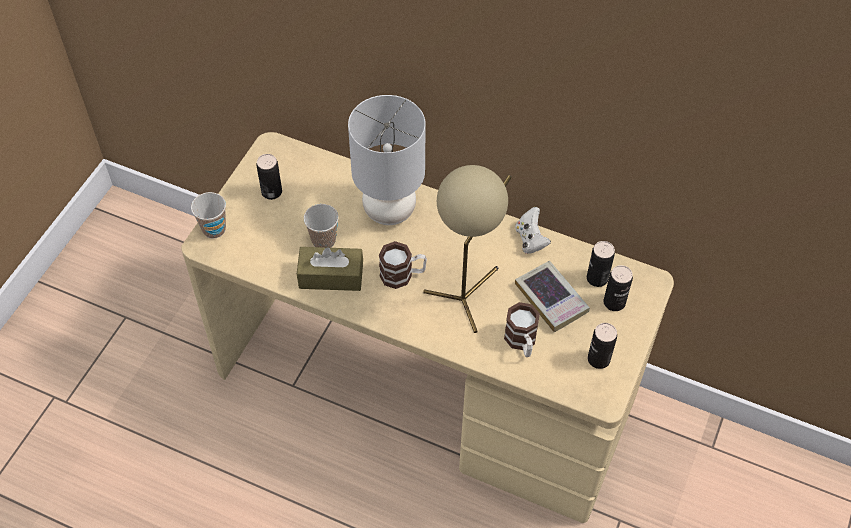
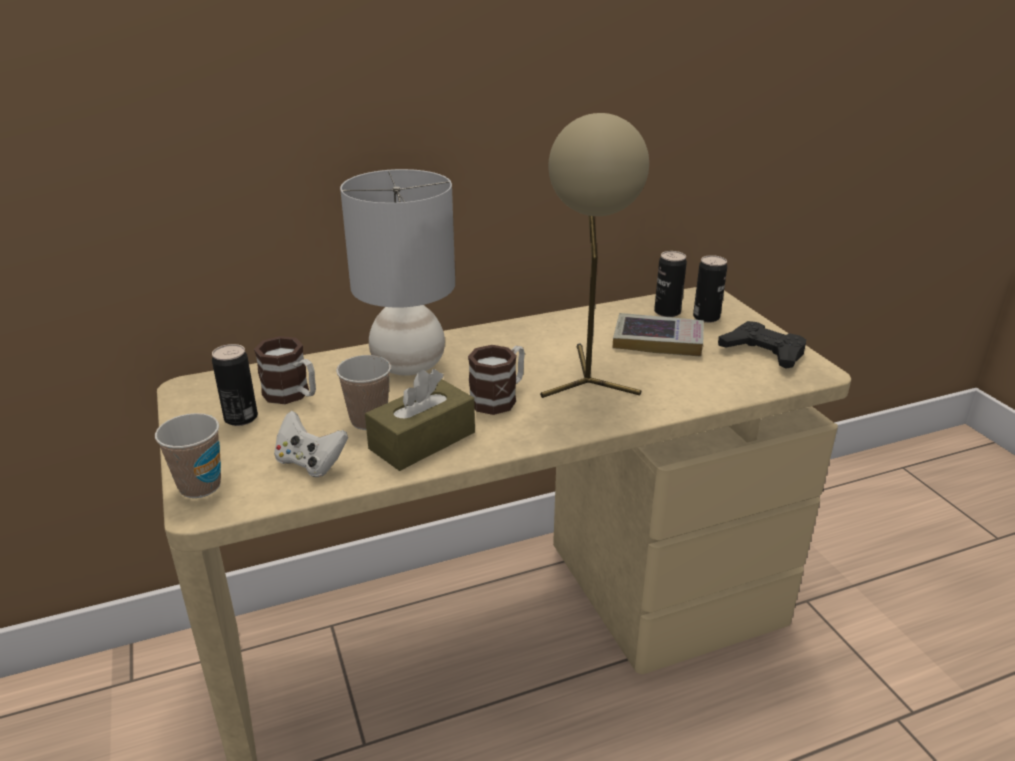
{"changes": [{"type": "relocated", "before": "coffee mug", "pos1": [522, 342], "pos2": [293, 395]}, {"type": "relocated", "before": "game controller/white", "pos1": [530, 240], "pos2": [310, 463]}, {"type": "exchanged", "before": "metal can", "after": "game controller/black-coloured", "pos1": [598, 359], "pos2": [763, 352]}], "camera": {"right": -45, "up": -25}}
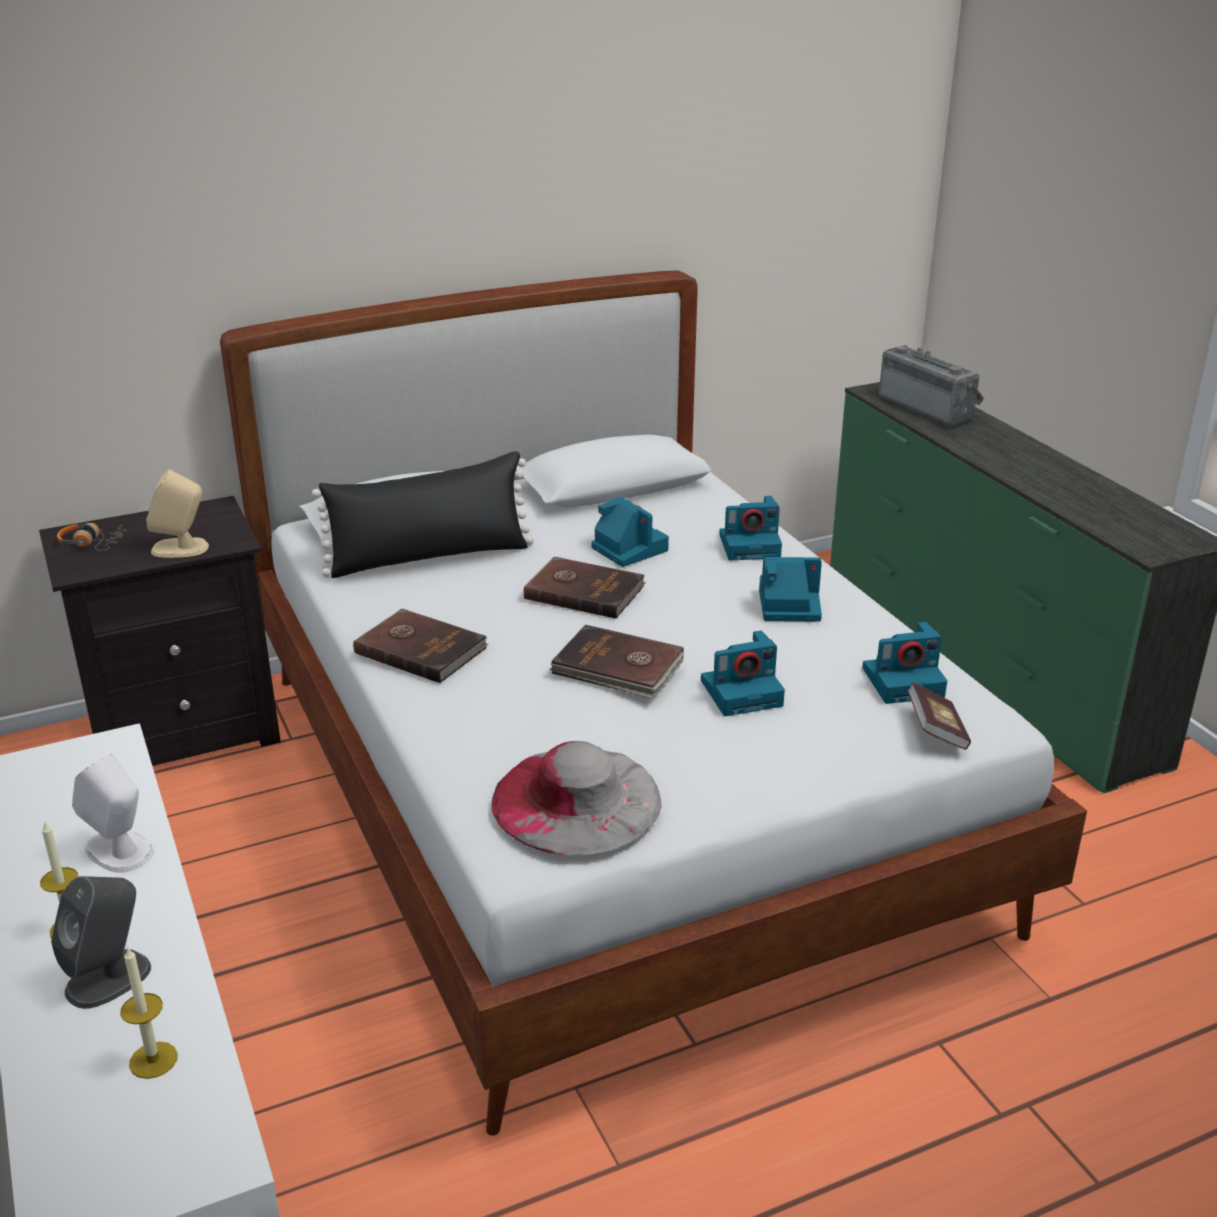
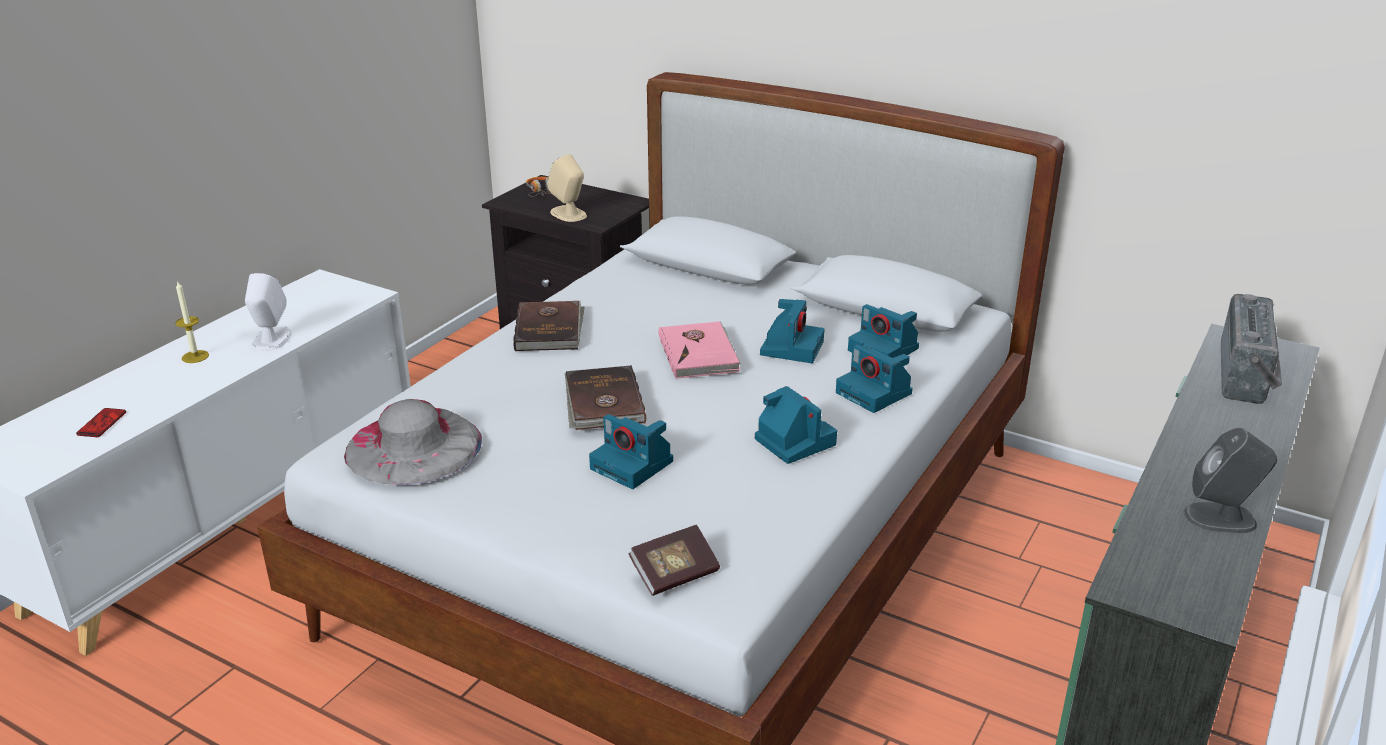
{"changes": [{"type": "missing", "before": "pillow/black-coloured", "pos1": [429, 557]}, {"type": "relocated", "before": "speaker/greyish", "pos1": [109, 978], "pos2": [1221, 518]}, {"type": "relocated", "before": "photo camera", "pos1": [904, 681], "pos2": [885, 350]}, {"type": "exchanged", "before": "wax light", "after": "phone", "pos1": [153, 1060], "pos2": [102, 423]}, {"type": "colour", "before": "volume/brownish", "after": "volume/pinkish", "pos1": [584, 591], "pos2": [699, 353]}], "camera": {"right": 55, "up": 0}}
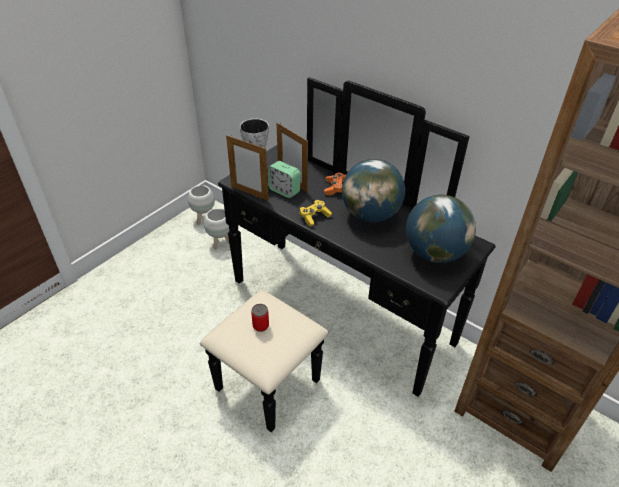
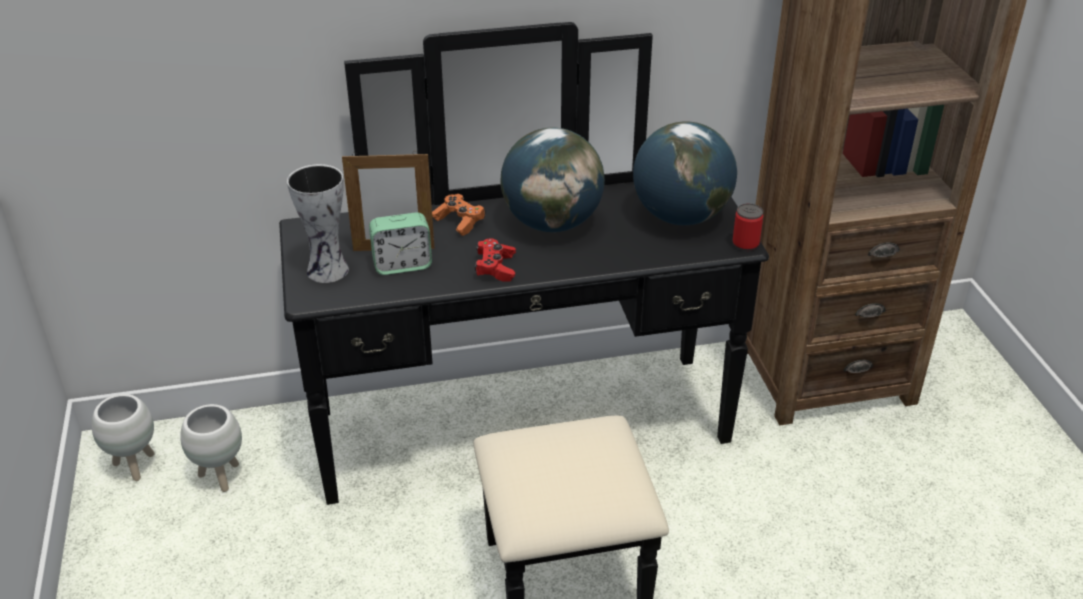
{"changes": [{"type": "missing", "before": "photo frame", "pos1": [249, 193]}, {"type": "relocated", "before": "metal can", "pos1": [260, 325], "pos2": [745, 244]}, {"type": "colour", "before": "game controller/yellowish", "after": "game controller/red-coloured", "pos1": [314, 217], "pos2": [495, 268]}], "camera": {"right": -50, "up": -5}}
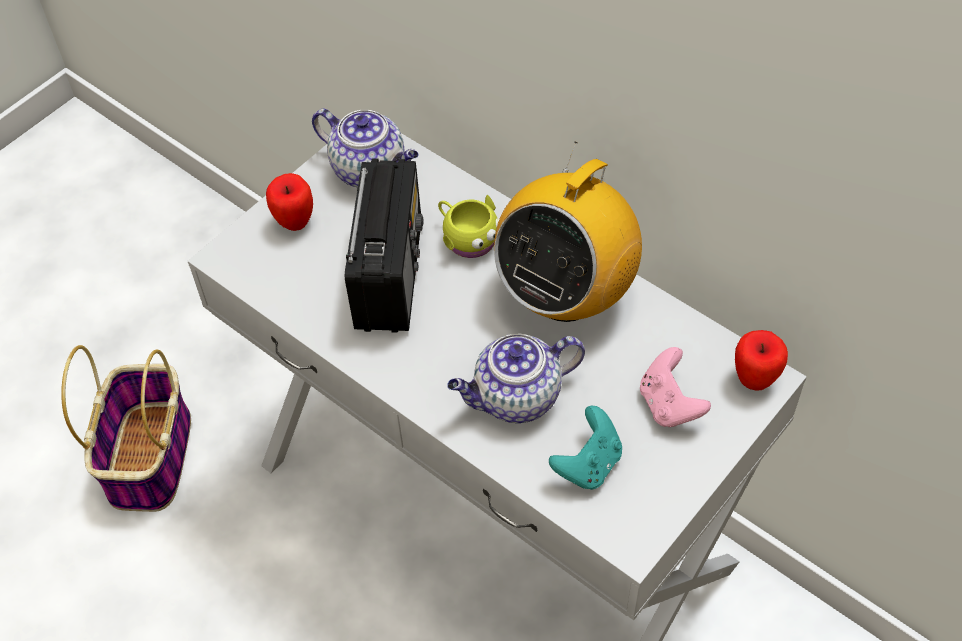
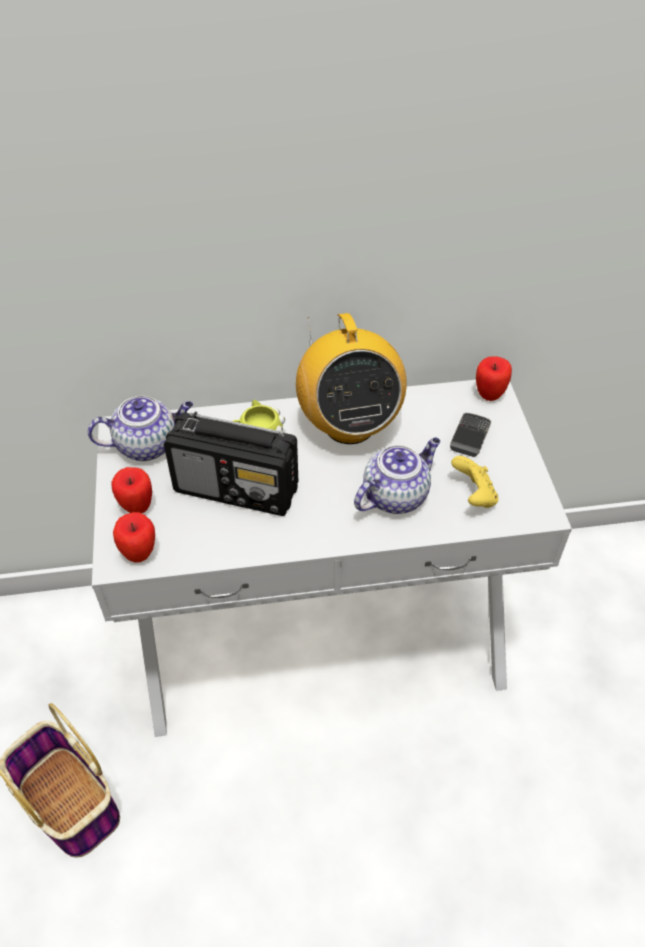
{"changes": [{"type": "appeared", "after": "whole apple", "pos2": [140, 554]}, {"type": "exchanged", "before": "game controller/pinkish", "after": "phone", "pos1": [669, 404], "pos2": [470, 436]}, {"type": "colour", "before": "game controller/turquoise", "after": "game controller/yellowish", "pos1": [588, 464], "pos2": [474, 495]}, {"type": "spun", "before": "radio receiver", "pos1": [389, 273], "pos2": [237, 489], "turn": 150}, {"type": "spun", "before": "tea pot", "pos1": [516, 398], "pos2": [395, 495], "turn": -150}], "camera": {"right": -50, "up": -5}}
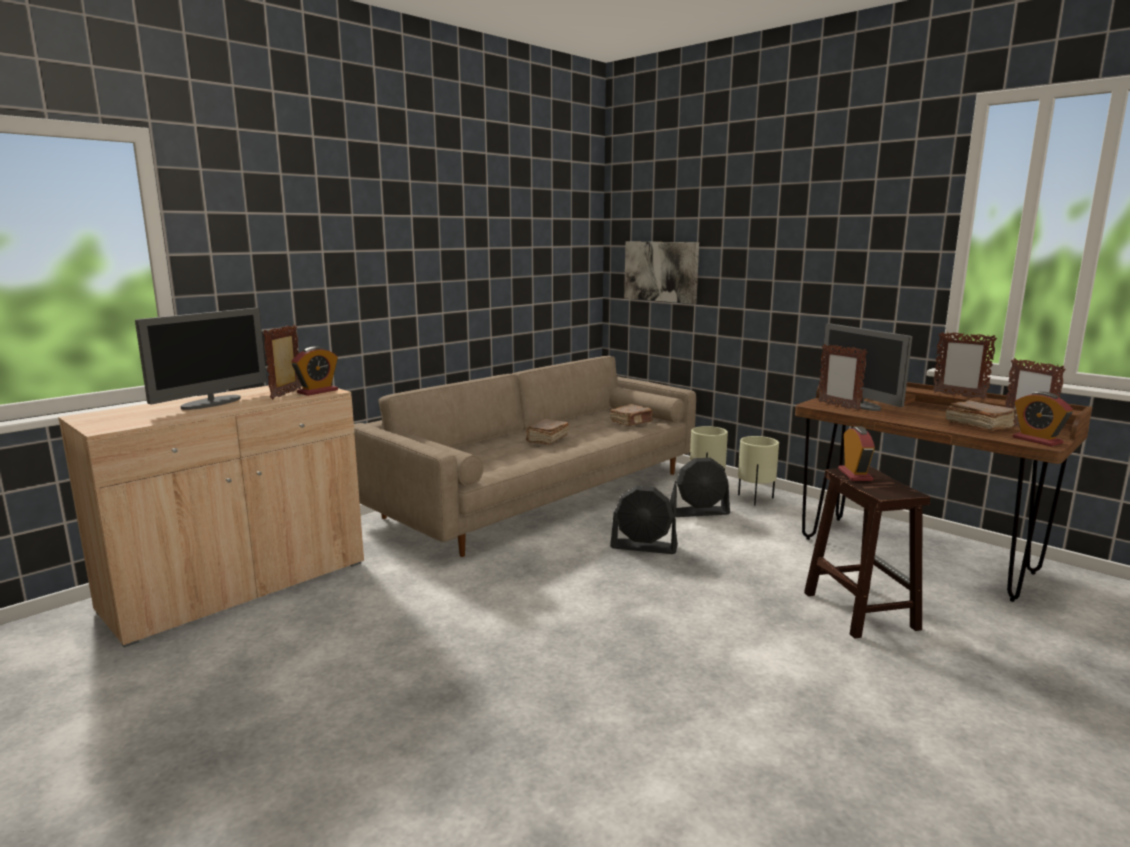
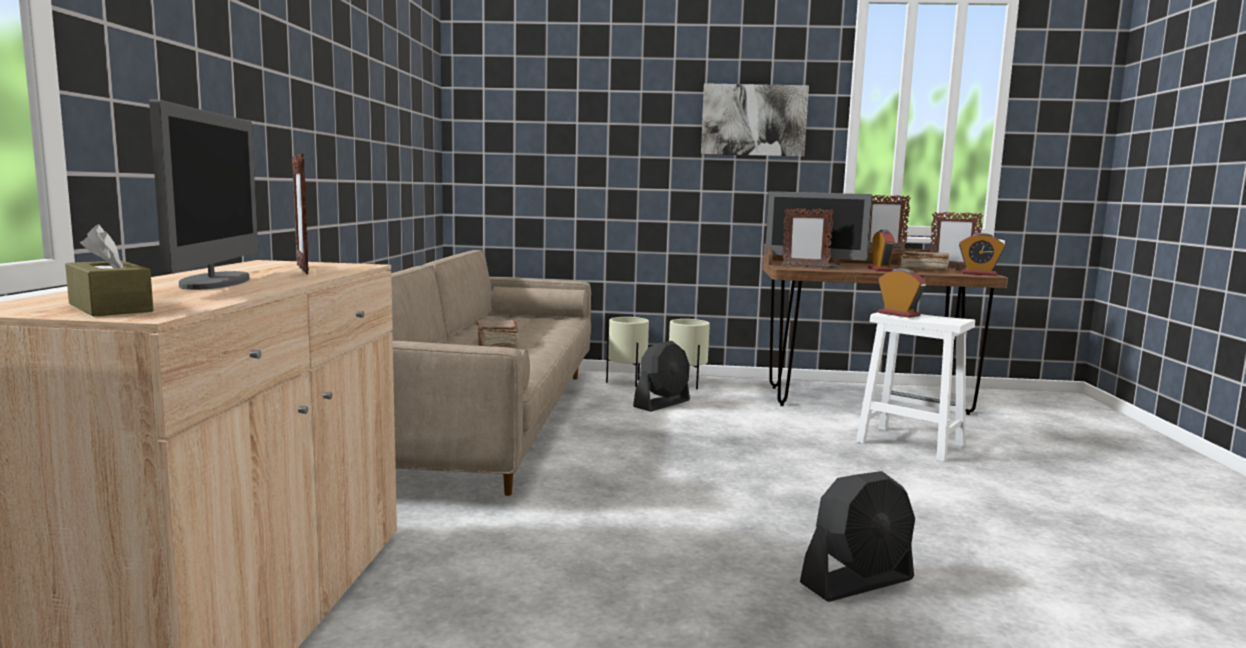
{"changes": [{"type": "missing", "before": "volume/brownish", "pos1": [631, 422]}, {"type": "appeared", "after": "tissue holder/brownish", "pos2": [110, 307]}, {"type": "relocated", "before": "table clock", "pos1": [317, 391], "pos2": [880, 269]}, {"type": "relocated", "before": "cooling fan/black-coloured", "pos1": [644, 547], "pos2": [858, 582]}, {"type": "relocated", "before": "wall picture", "pos1": [661, 271], "pos2": [753, 120]}, {"type": "colour", "before": "stool/brownish", "after": "stool/white", "pos1": [858, 610], "pos2": [908, 443]}], "camera": {"right": -40, "up": -5}}
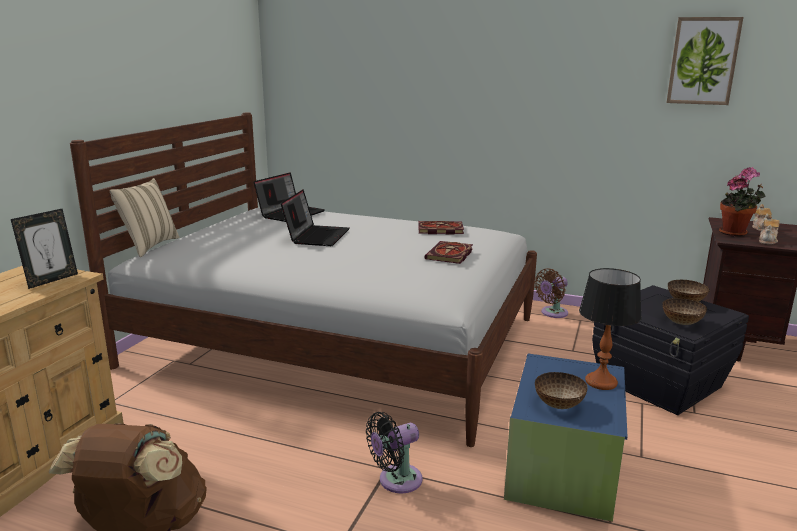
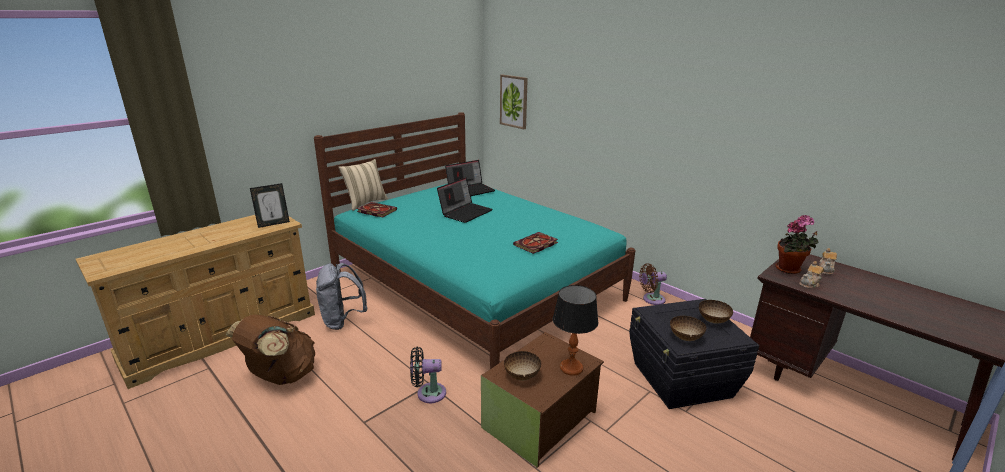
{"changes": [{"type": "appeared", "after": "backpack/greyish", "pos2": [342, 321]}, {"type": "relocated", "before": "volume", "pos1": [439, 230], "pos2": [375, 211]}, {"type": "relocated", "before": "wall picture", "pos1": [703, 61], "pos2": [514, 101]}, {"type": "colour", "before": "sleeping bed/white", "after": "sleeping bed/turquoise", "pos1": [337, 341], "pos2": [475, 286]}, {"type": "colour", "before": "storage container/blue", "after": "storage container/brownish", "pos1": [564, 468], "pos2": [541, 420]}], "camera": {"right": 25, "up": 5}}
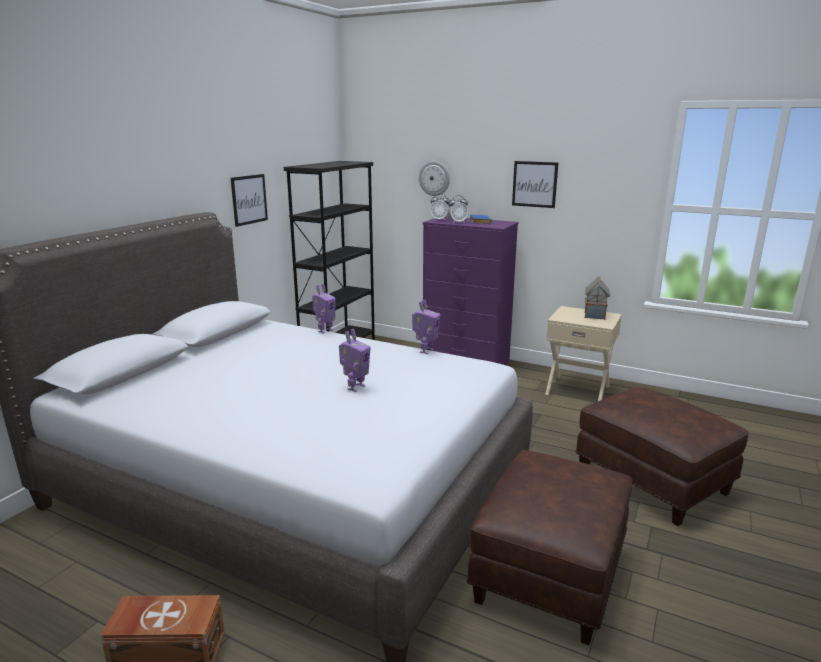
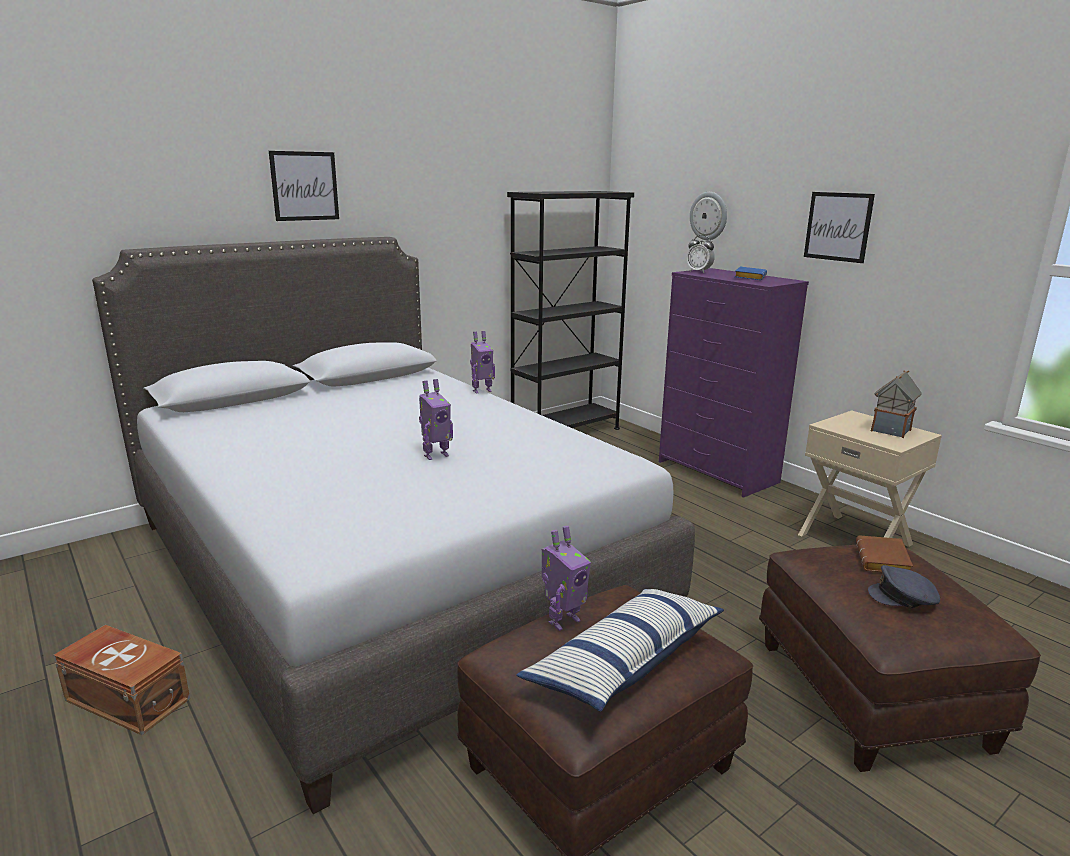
{"changes": [{"type": "missing", "before": "table clock", "pos1": [457, 222]}, {"type": "appeared", "after": "pillow", "pos2": [624, 662]}, {"type": "appeared", "after": "volume/brownish", "pos2": [884, 561]}, {"type": "appeared", "after": "peaked cap/greyish", "pos2": [904, 598]}, {"type": "relocated", "before": "wall picture", "pos1": [249, 199], "pos2": [304, 186]}, {"type": "relocated", "before": "robot figure", "pos1": [425, 350], "pos2": [563, 620]}], "camera": {"right": 25, "up": 0}}
